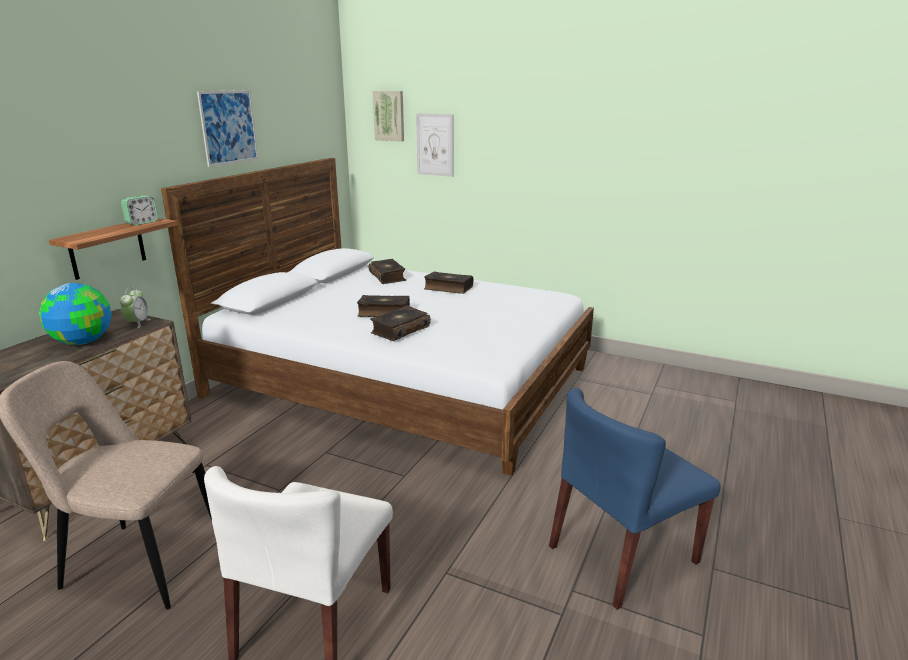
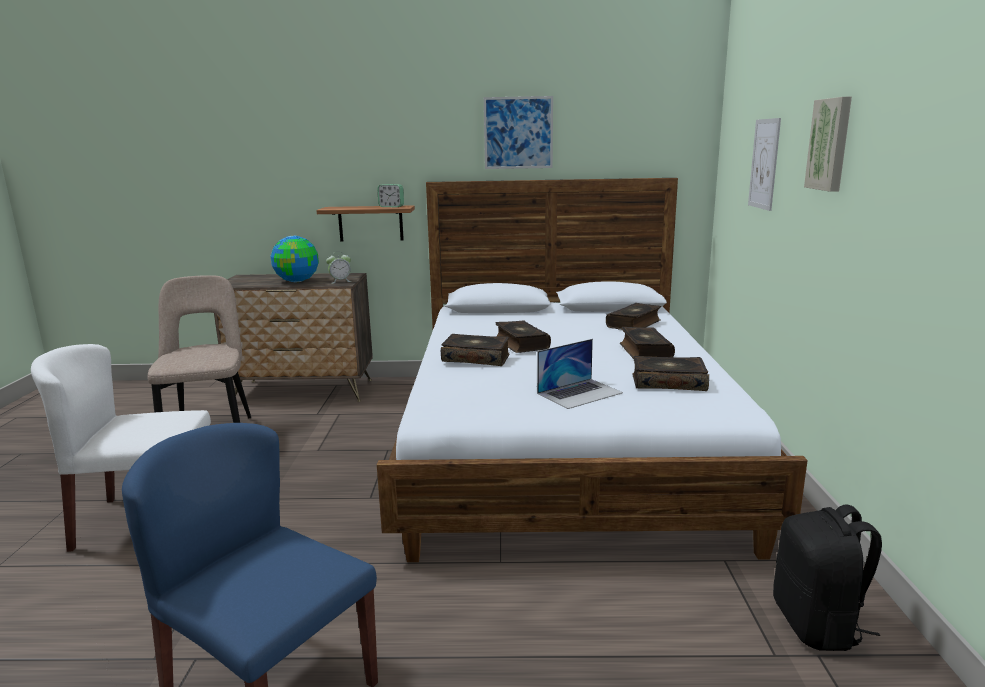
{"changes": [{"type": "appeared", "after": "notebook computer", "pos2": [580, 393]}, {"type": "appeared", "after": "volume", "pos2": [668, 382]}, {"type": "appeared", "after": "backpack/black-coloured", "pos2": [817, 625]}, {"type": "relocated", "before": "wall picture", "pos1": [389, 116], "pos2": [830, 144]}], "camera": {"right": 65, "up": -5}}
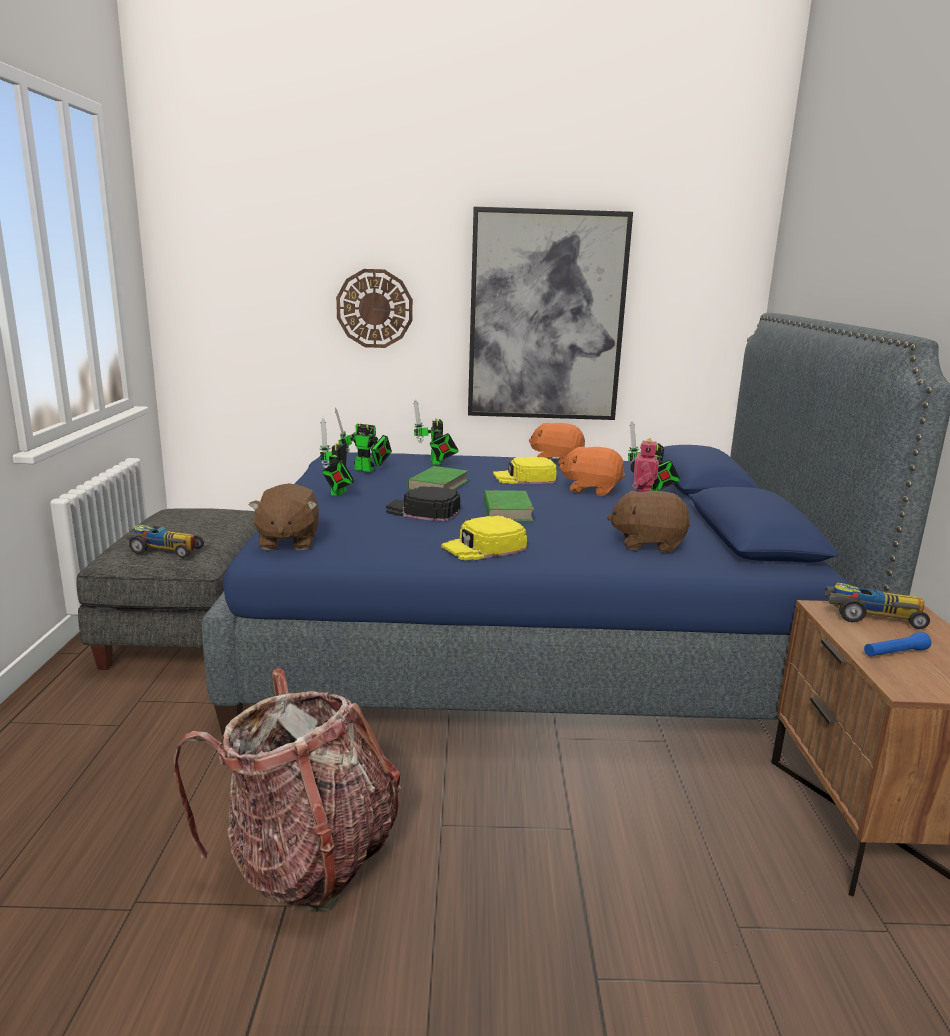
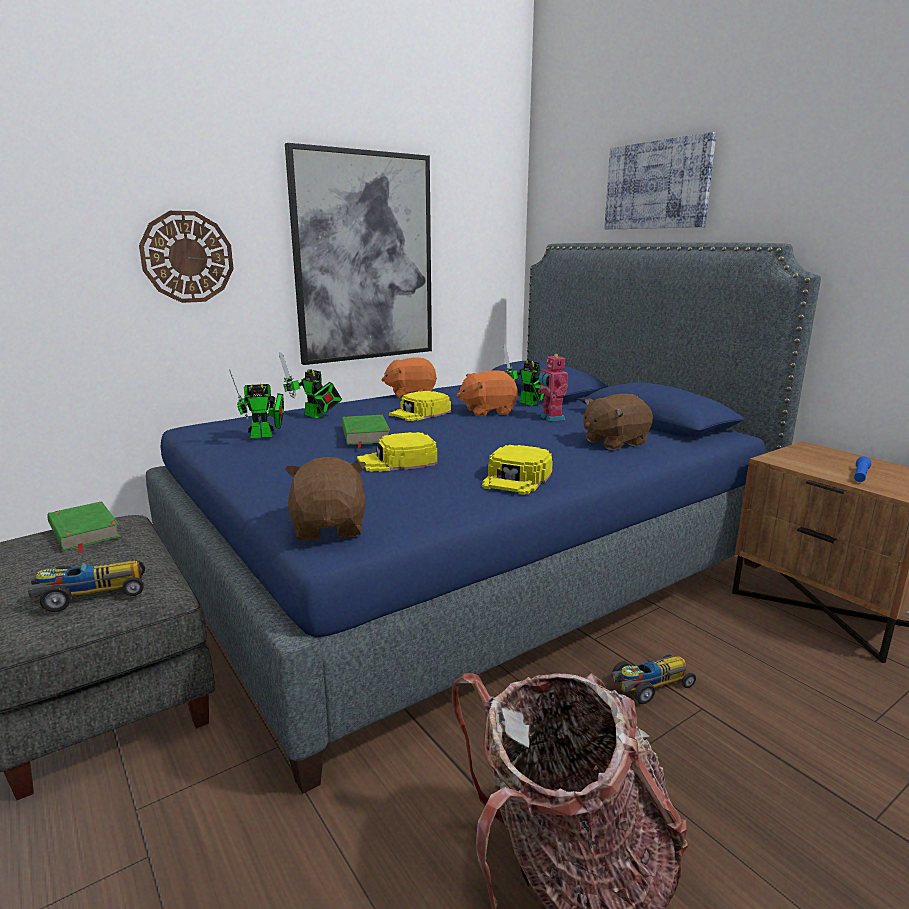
{"changes": [{"type": "missing", "before": "robot figure", "pos1": [337, 493]}, {"type": "appeared", "after": "wall picture", "pos2": [657, 185]}, {"type": "relocated", "before": "volume/green", "pos1": [507, 511], "pos2": [83, 531]}, {"type": "relocated", "before": "miniature car", "pos1": [871, 616], "pos2": [649, 685]}, {"type": "colour", "before": "peaked cap/black-coloured", "after": "peaked cap/yellowish", "pos1": [423, 511], "pos2": [398, 461]}, {"type": "spun", "before": "soft toy/brownish", "pos1": [287, 542], "pos2": [330, 528], "turn": -150}], "camera": {"right": -35, "up": 0}}
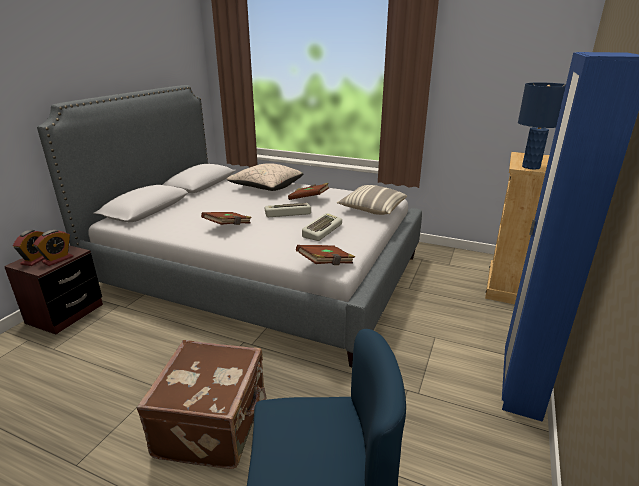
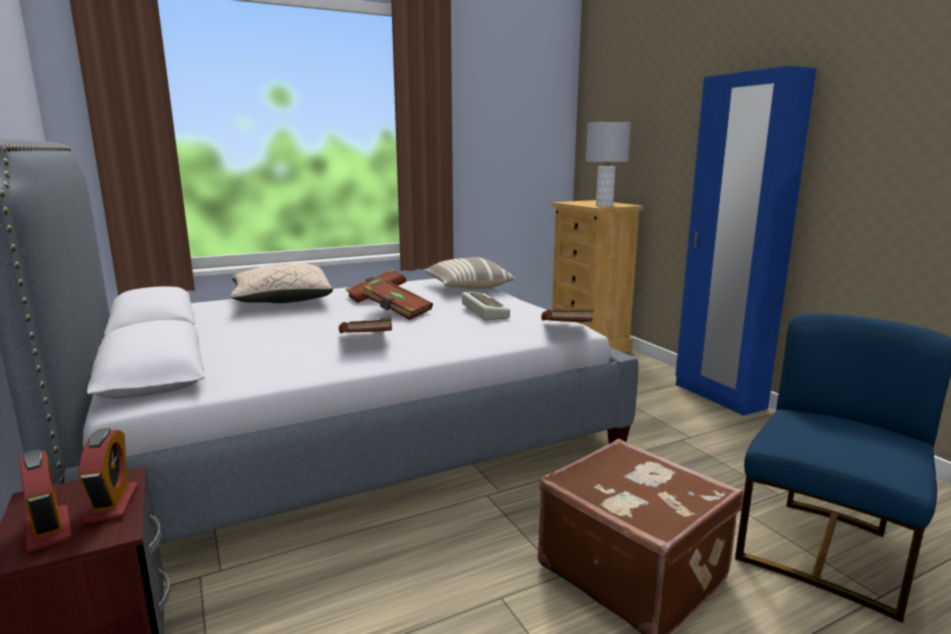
{"changes": [{"type": "exchanged", "before": "keyboard", "after": "volume/brownish", "pos1": [287, 213], "pos2": [397, 312]}, {"type": "colour", "before": "table lamp/blue", "after": "table lamp/greyish", "pos1": [531, 167], "pos2": [604, 205]}], "camera": {"right": -50, "up": -10}}
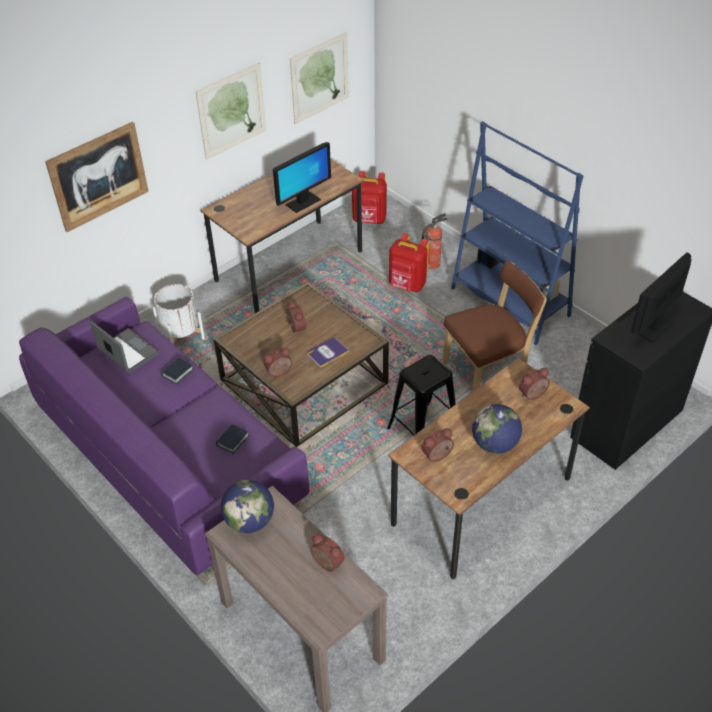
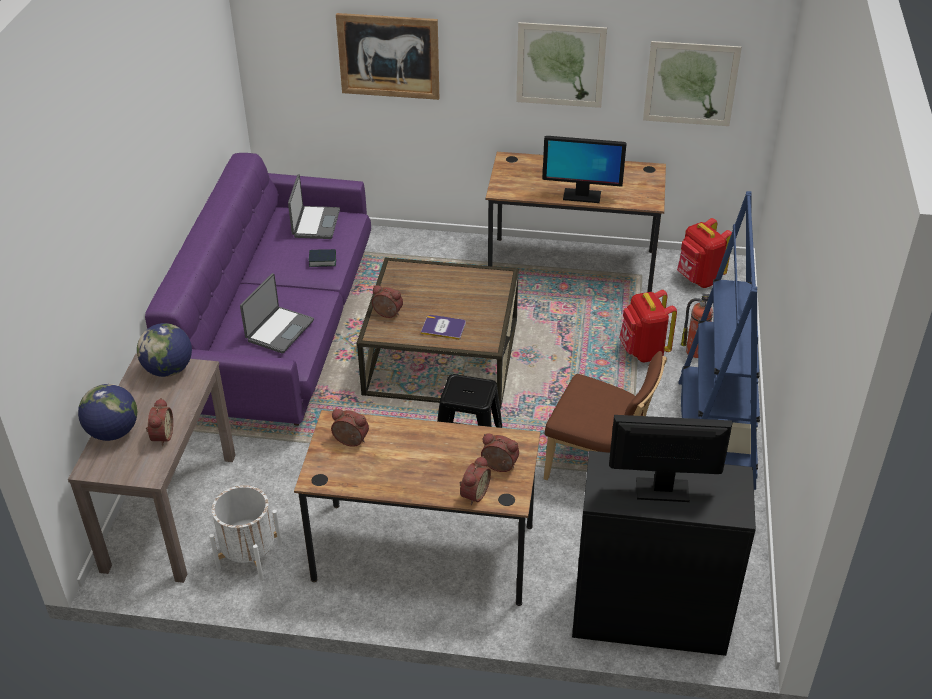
{"changes": [{"type": "relocated", "before": "plant pot/white", "pos1": [181, 336], "pos2": [249, 556]}, {"type": "relocated", "before": "table clock", "pos1": [295, 328], "pos2": [473, 493]}, {"type": "relocated", "before": "desk globe", "pos1": [495, 444], "pos2": [113, 432]}, {"type": "exchanged", "before": "volume", "after": "notebook computer", "pos1": [232, 441], "pos2": [279, 330]}], "camera": {"right": 50, "up": -5}}
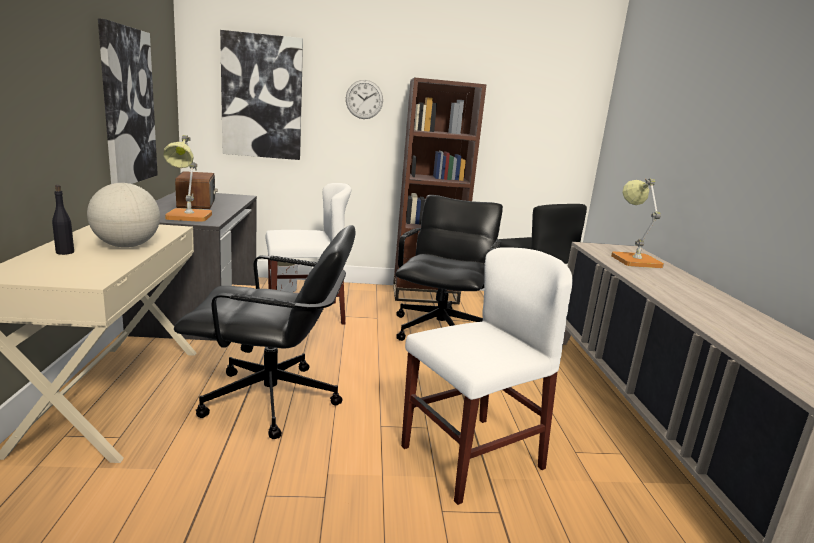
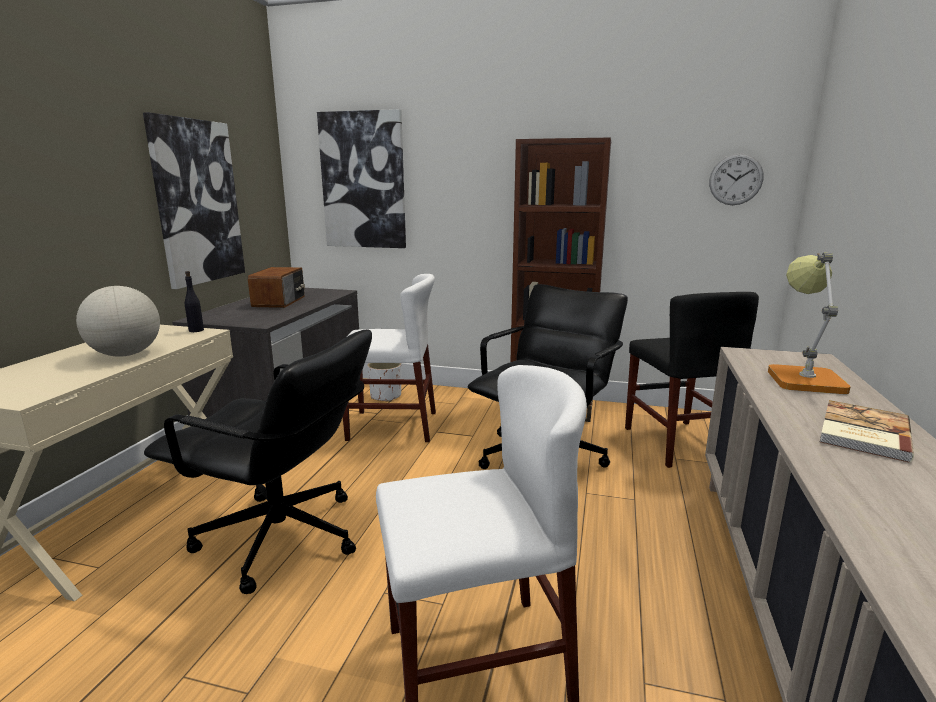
{"changes": [{"type": "missing", "before": "table lamp", "pos1": [188, 218]}, {"type": "appeared", "after": "volume", "pos2": [861, 433]}, {"type": "relocated", "before": "bottle/black-coloured", "pos1": [65, 252], "pos2": [196, 330]}, {"type": "relocated", "before": "clock on the wall", "pos1": [364, 99], "pos2": [735, 179]}], "camera": {"right": 20, "up": 0}}
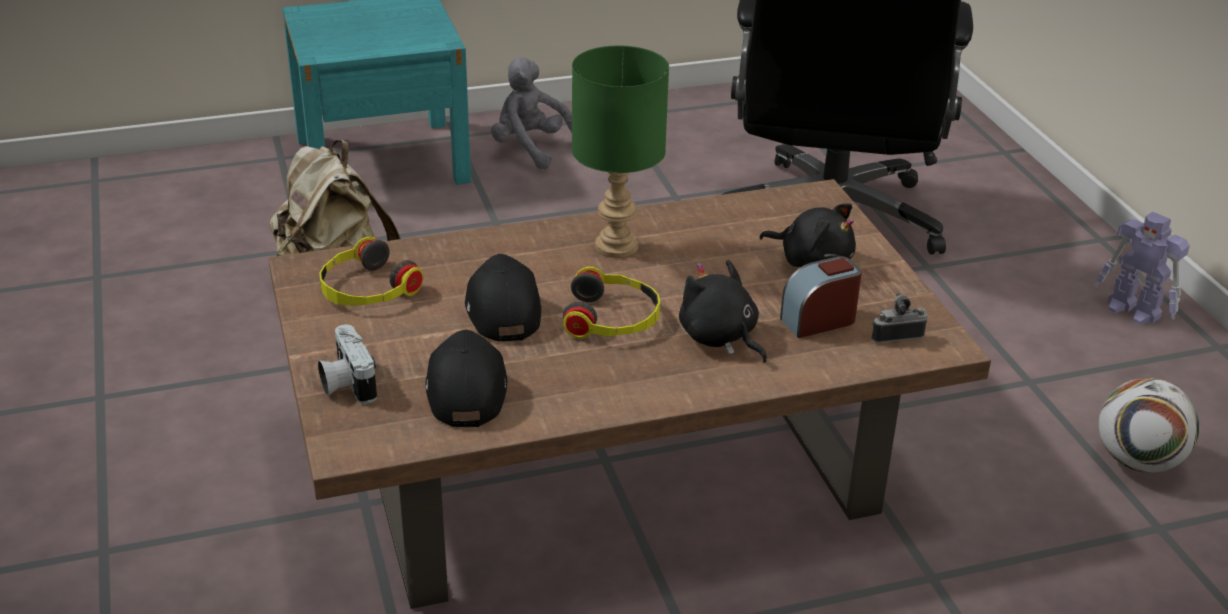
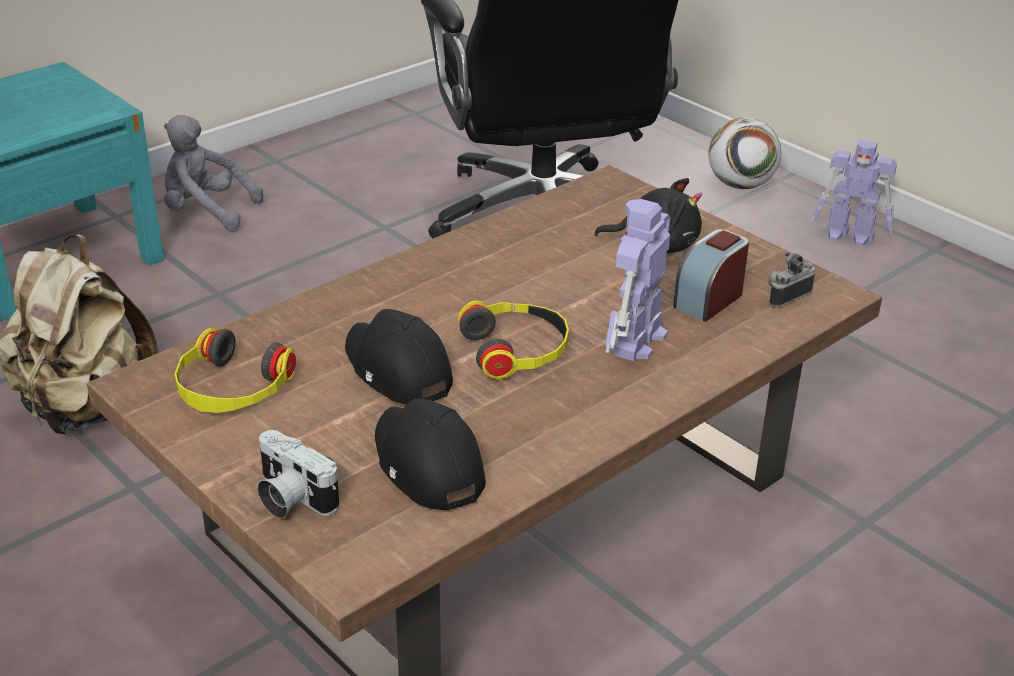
{"changes": [{"type": "missing", "before": "table lamp/green", "pos1": [614, 246]}, {"type": "relocated", "before": "football ball", "pos1": [1137, 461], "pos2": [740, 185]}, {"type": "exchanged", "before": "soft toy/black-coloured", "after": "robot figure", "pos1": [720, 338], "pos2": [635, 341]}], "camera": {"right": -25, "up": 0}}
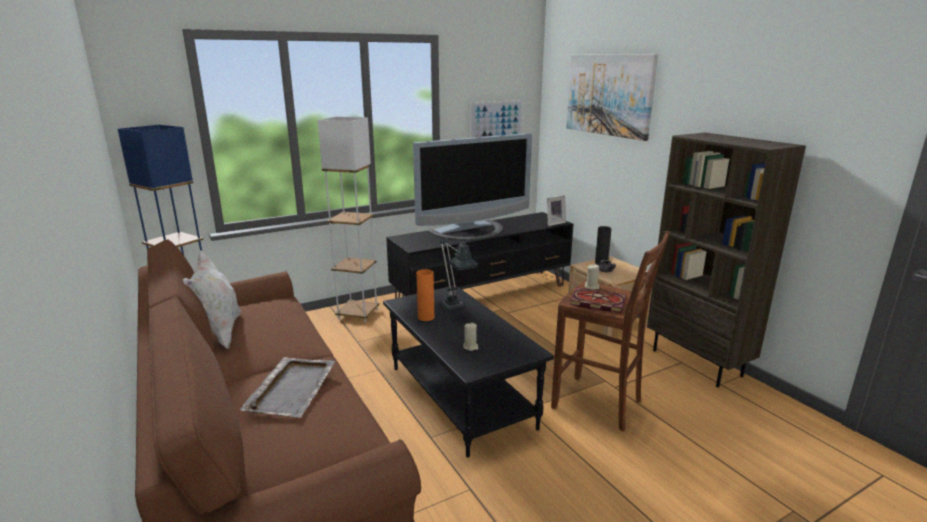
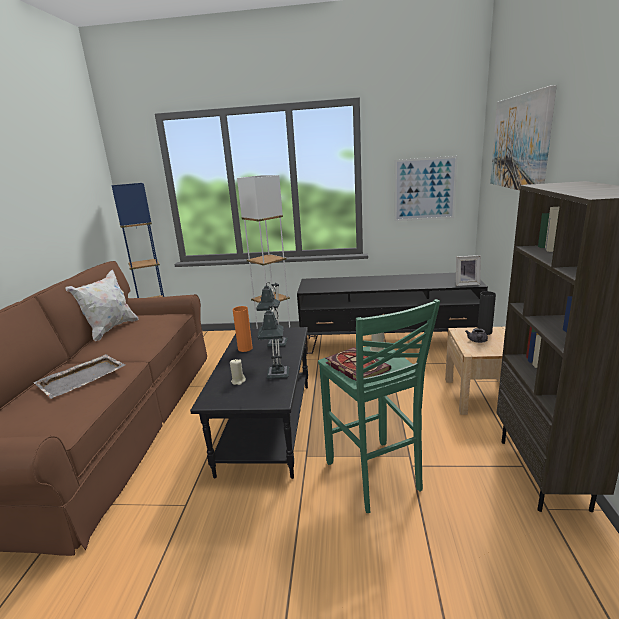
{"changes": [{"type": "missing", "before": "TV", "pos1": [471, 231]}, {"type": "appeared", "after": "table lamp", "pos2": [277, 377]}, {"type": "colour", "before": "stool/brownish", "after": "stool/green", "pos1": [599, 404], "pos2": [374, 477]}], "camera": {"right": 35, "up": 0}}
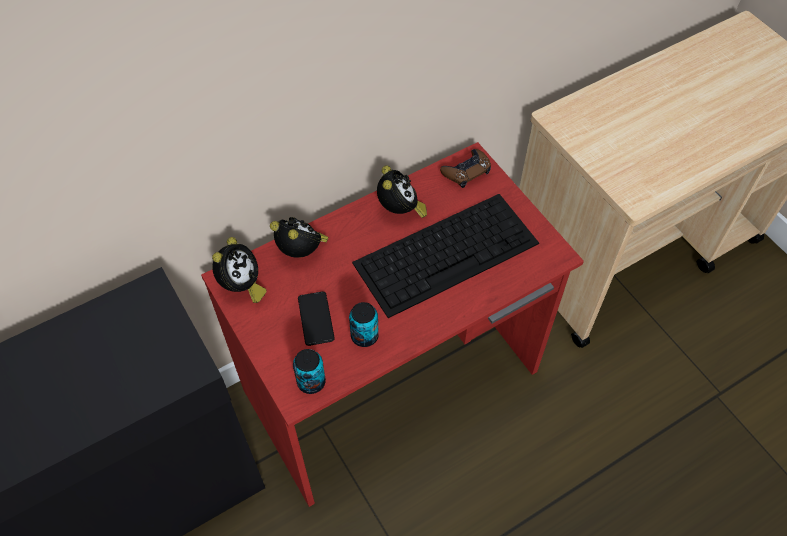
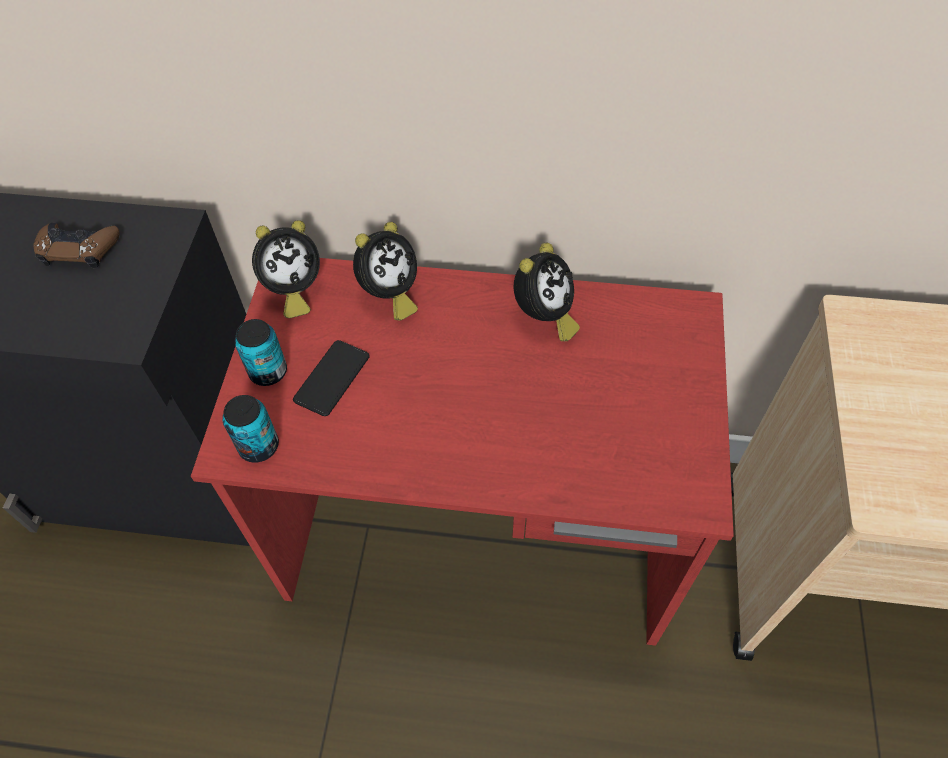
{"changes": [{"type": "missing", "before": "keyboard", "pos1": [447, 252]}, {"type": "relocated", "before": "metal can", "pos1": [364, 336], "pos2": [268, 371]}, {"type": "relocated", "before": "game controller/brownish", "pos1": [466, 171], "pos2": [79, 249]}, {"type": "spun", "before": "table clock", "pos1": [302, 252], "pos2": [389, 295], "turn": 60}], "camera": {"right": 40, "up": 0}}
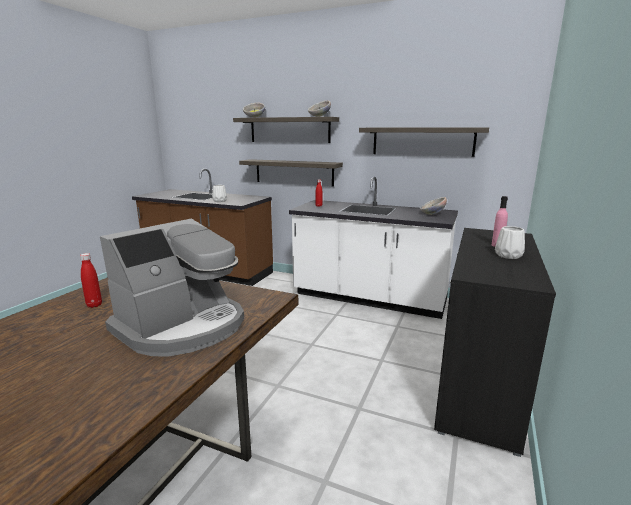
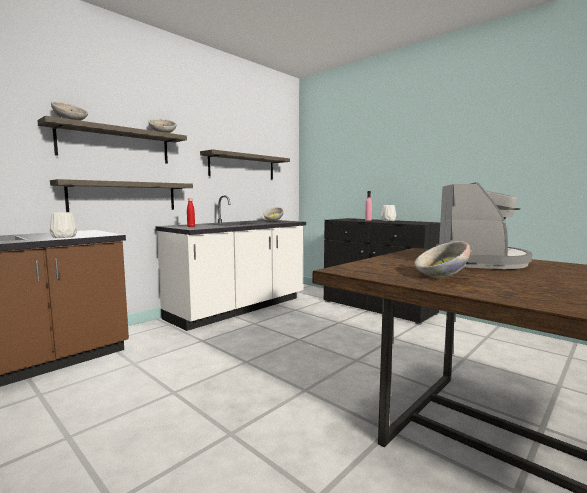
{"changes": [{"type": "exchanged", "before": "bottle/red-coloured", "after": "serving bowl", "pos1": [94, 305], "pos2": [440, 277]}, {"type": "spun", "before": "coffee machine", "pos1": [183, 327], "pos2": [479, 261], "turn": 45}], "camera": {"right": -70, "up": -10}}
